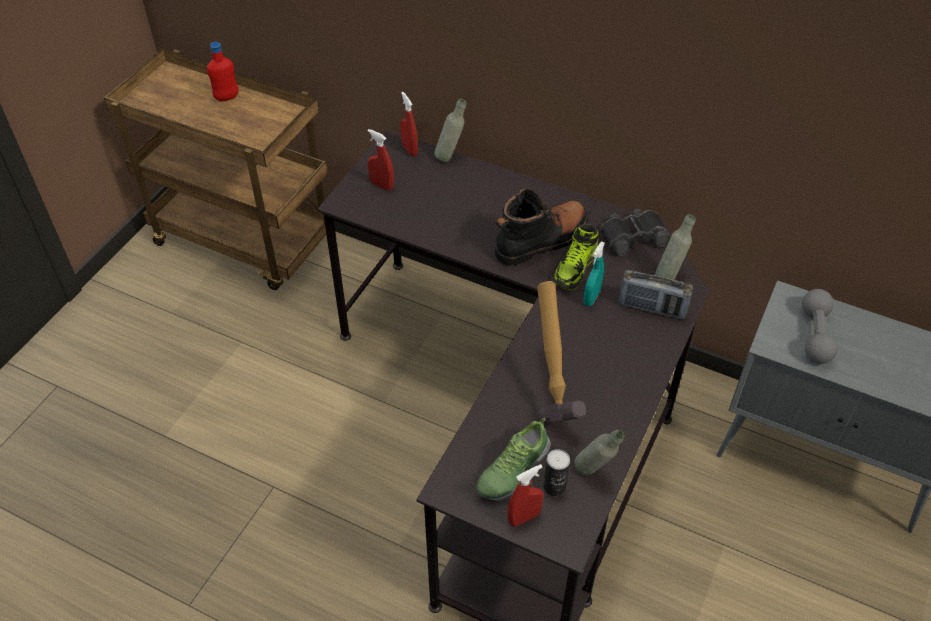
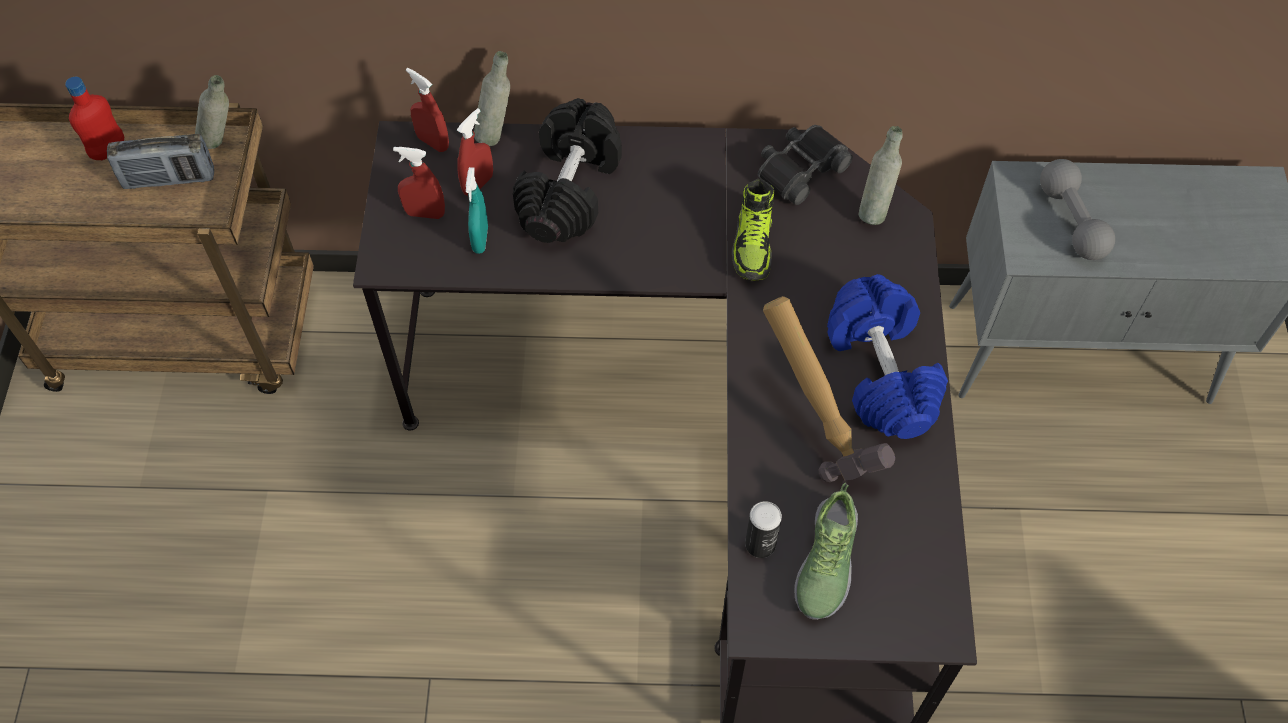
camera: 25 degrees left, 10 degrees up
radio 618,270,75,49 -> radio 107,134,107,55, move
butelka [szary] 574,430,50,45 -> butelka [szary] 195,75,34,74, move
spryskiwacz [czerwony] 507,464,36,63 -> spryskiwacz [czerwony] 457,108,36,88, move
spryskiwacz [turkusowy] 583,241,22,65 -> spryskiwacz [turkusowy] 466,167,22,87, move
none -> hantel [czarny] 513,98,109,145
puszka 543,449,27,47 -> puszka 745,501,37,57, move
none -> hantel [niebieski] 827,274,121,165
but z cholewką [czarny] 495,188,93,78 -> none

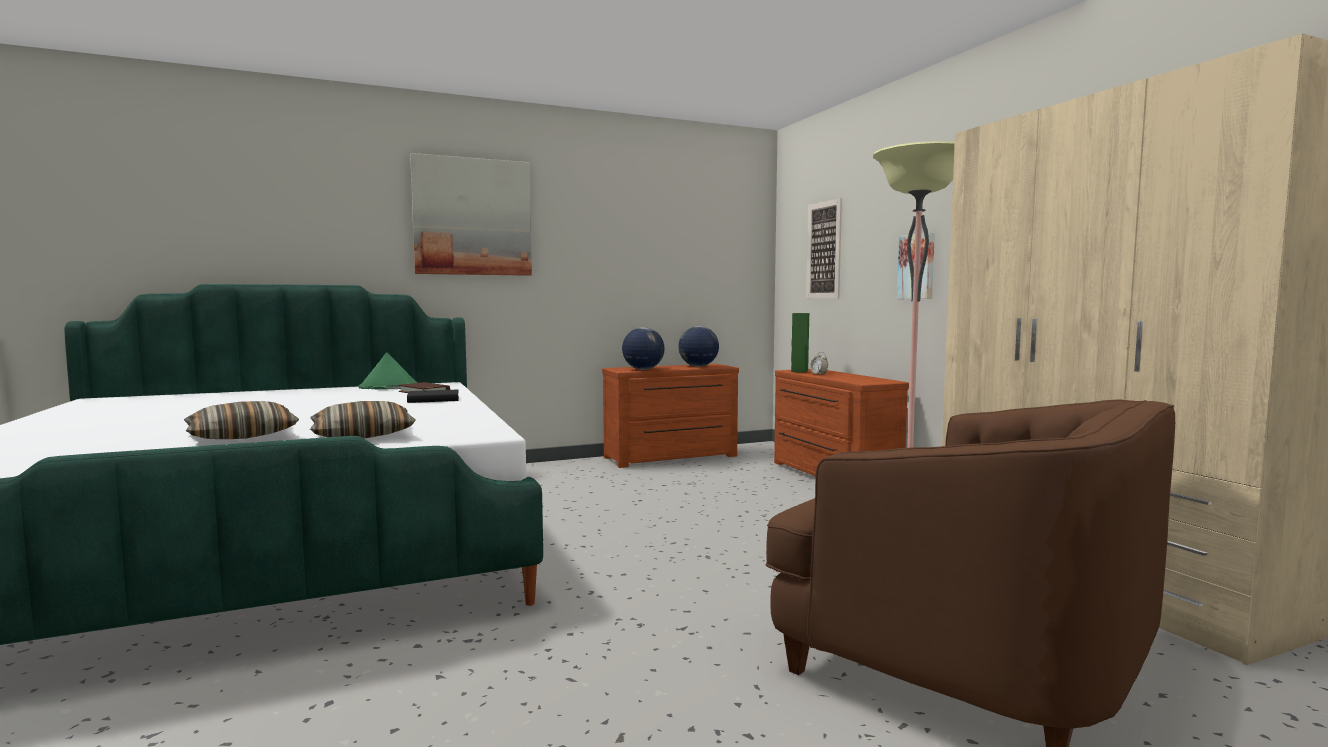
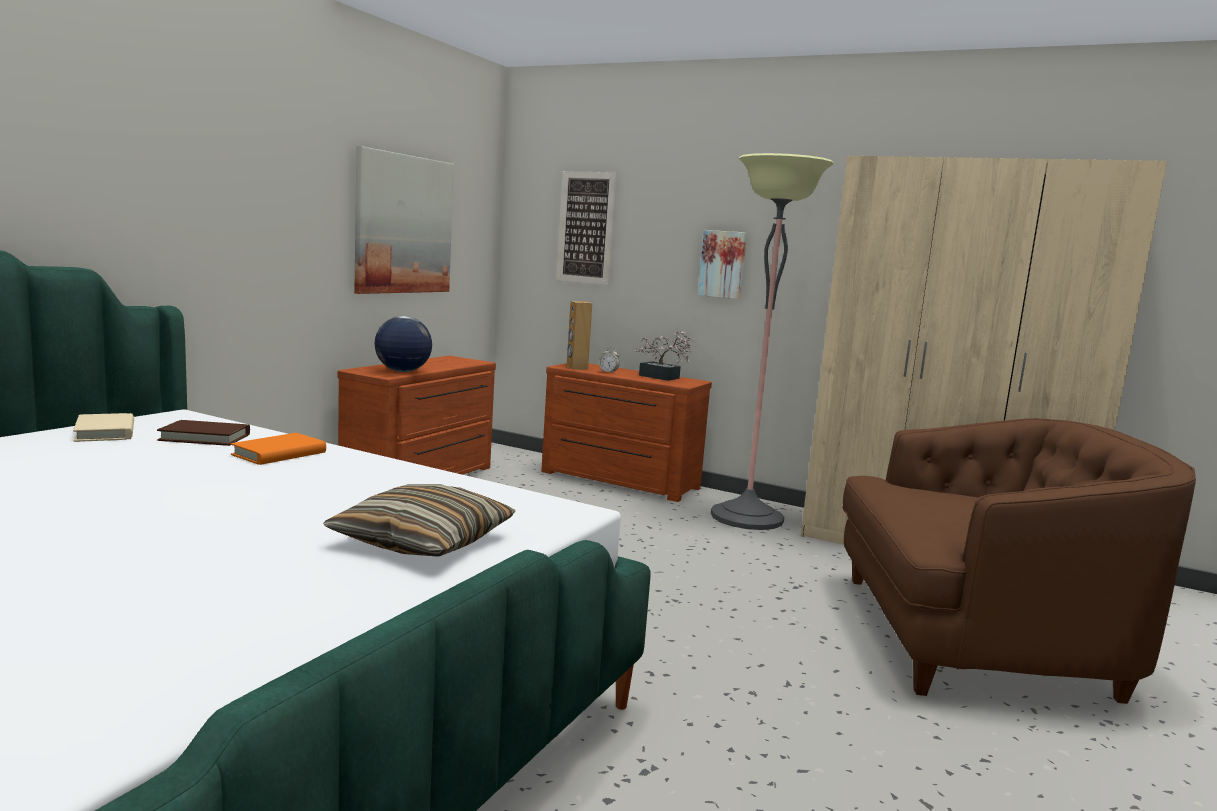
camera: 40 degrees left, 5 degrees up
kapelusz [zielony] 358,352,59,37 -> książka [beżowy] 73,413,61,29
książka [czarny] 407,389,52,14 -> książka [pomarańczowy] 231,433,95,32
obraz 410,153,122,123 -> obraz 354,146,100,148, move
głośnik [zielony] 791,313,18,60 -> głośnik [brązowy] 566,301,26,69
none -> roślina doniczkowa 634,331,61,50
poduszka 184,401,115,38 -> none
globus 678,326,41,41 -> none

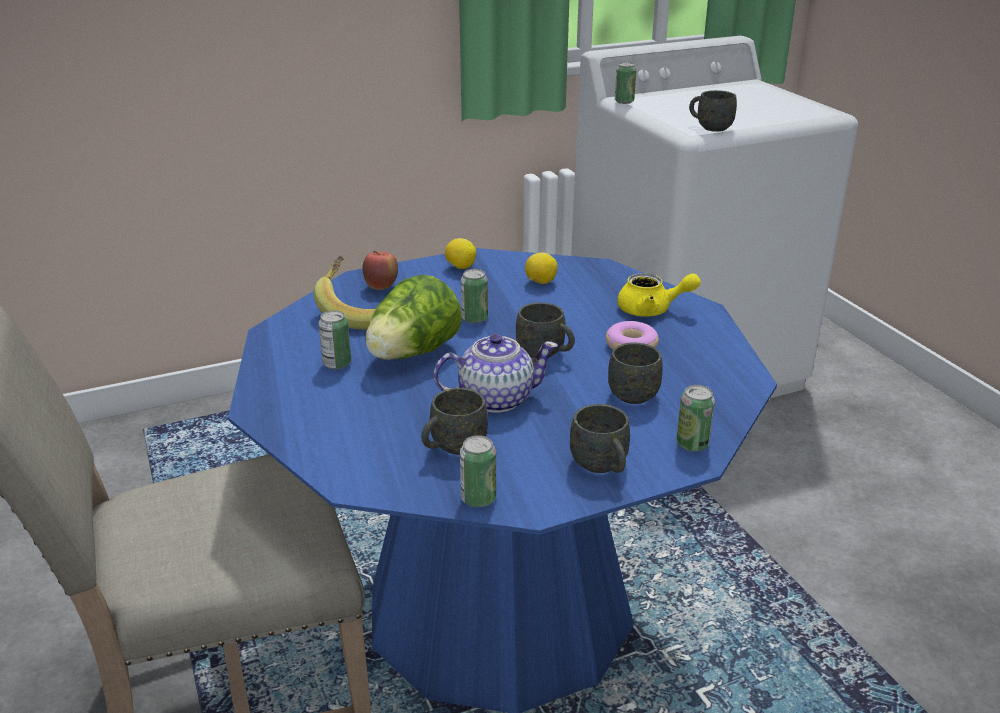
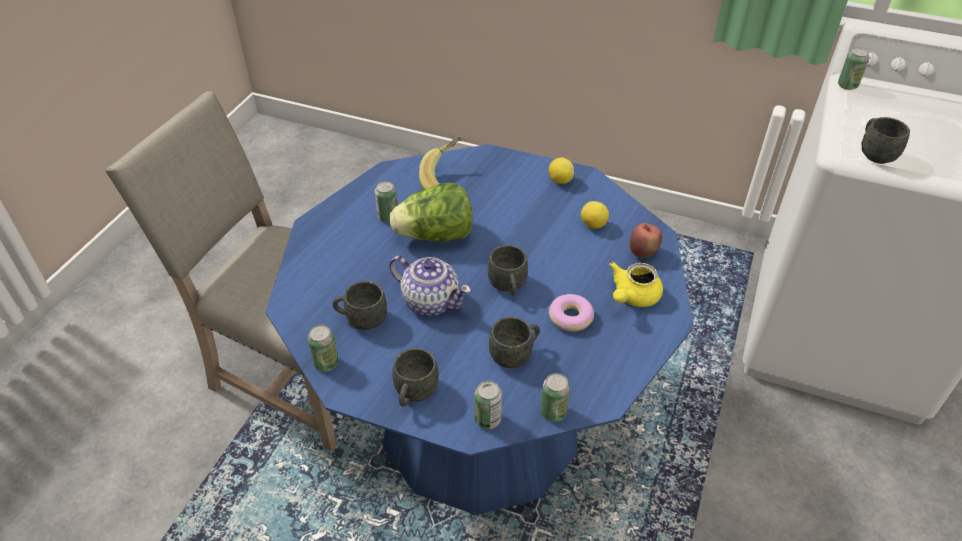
camera: 45 degrees right, 15 degrees up
puszka 461,269,27,55 -> puszka 541,373,29,49, move
imbryk [żółty] 617,273,84,44 -> imbryk [żółty] 609,262,54,45, 75 degrees clockwise
jabłko 363,250,35,40 -> jabłko 630,223,32,34, move

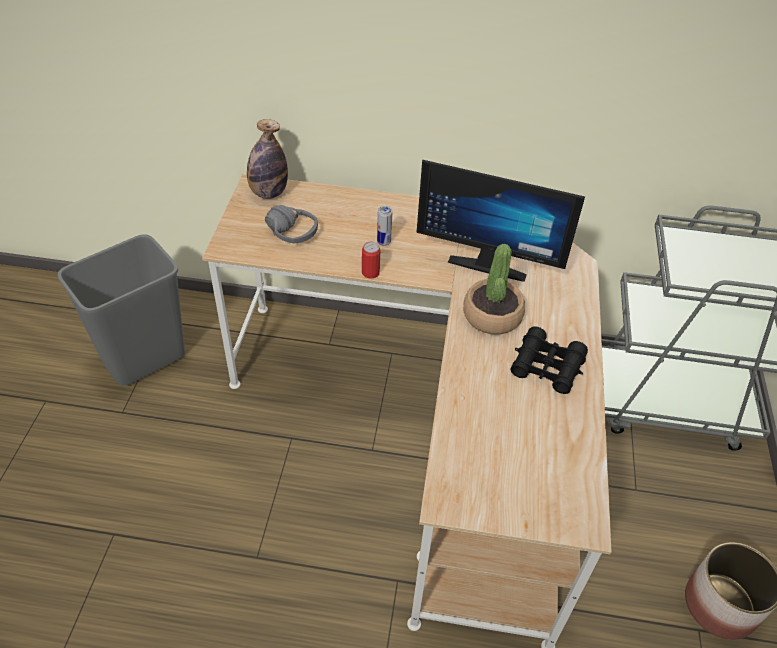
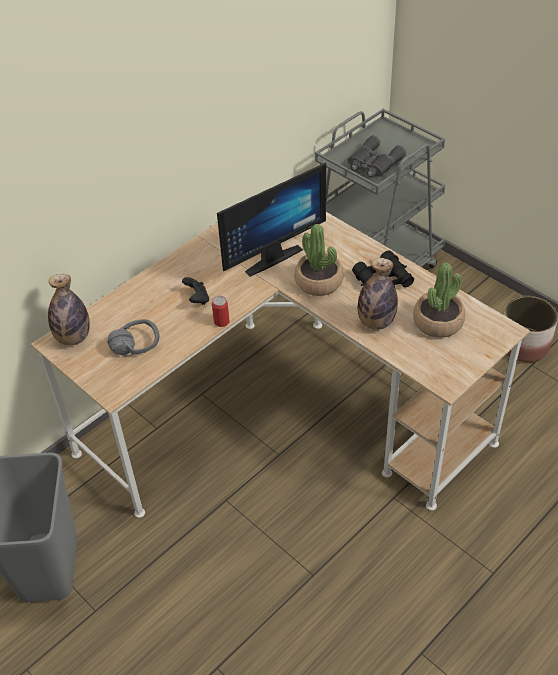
camera: 50 degrees left, 0 degrees up
puszka 377,206,15,40 -> pad do gier [czarny] 182,277,27,28
none -> lornetka [szary] 348,135,58,43
none -> butelka 358,258,40,72
none -> roślina doniczkowa 413,263,52,75

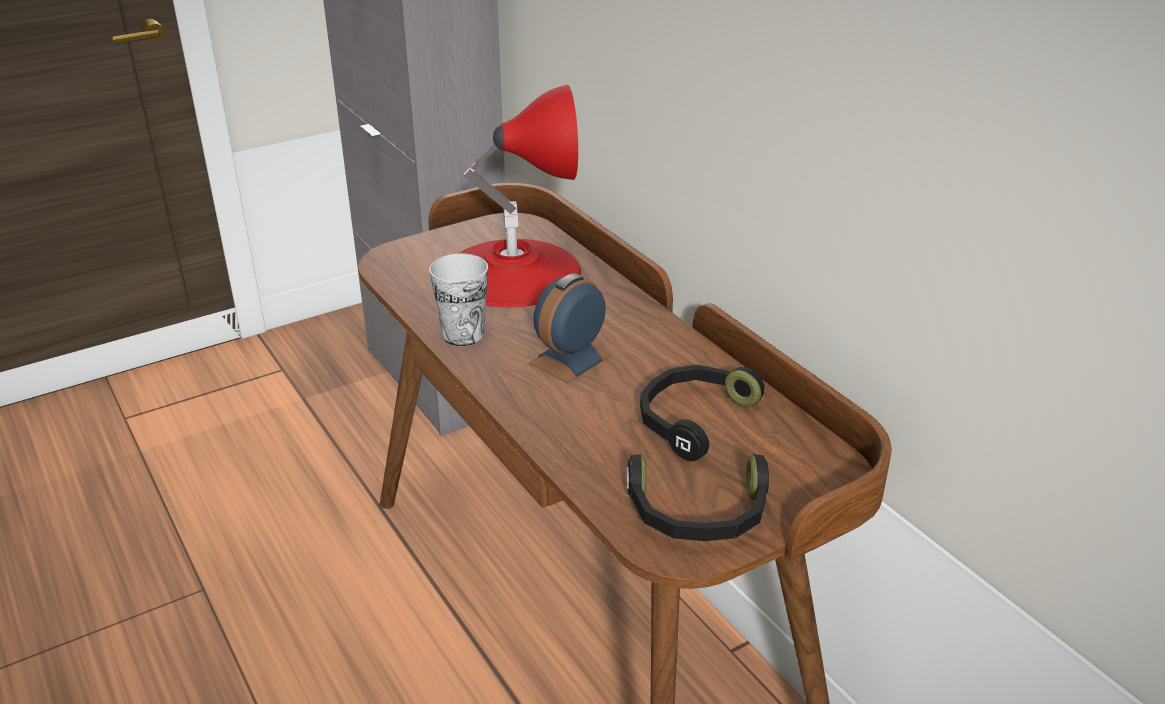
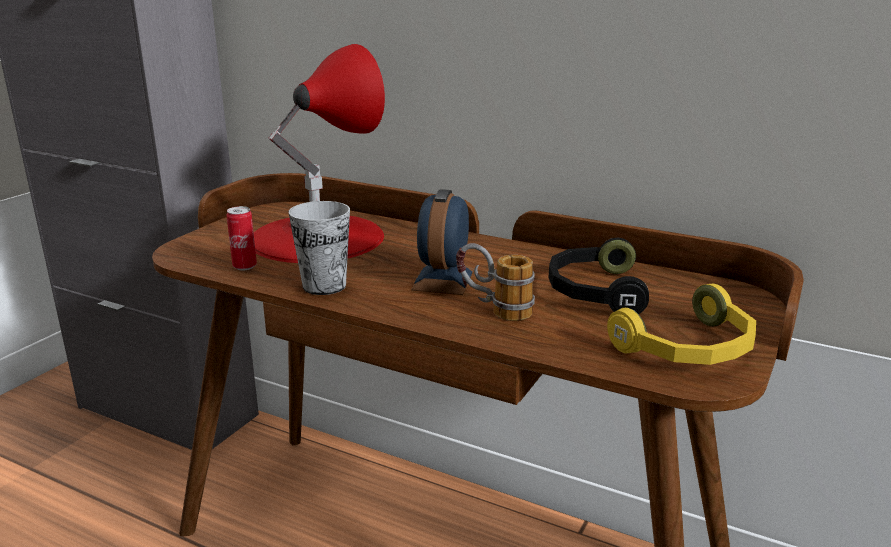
camera: 30 degrees left, 10 degrees down
none -> puszka 227,206,30,65
none -> kubek 456,243,79,78
słuchawki [czarny] 627,454,142,87 -> słuchawki [żółty] 607,284,149,81

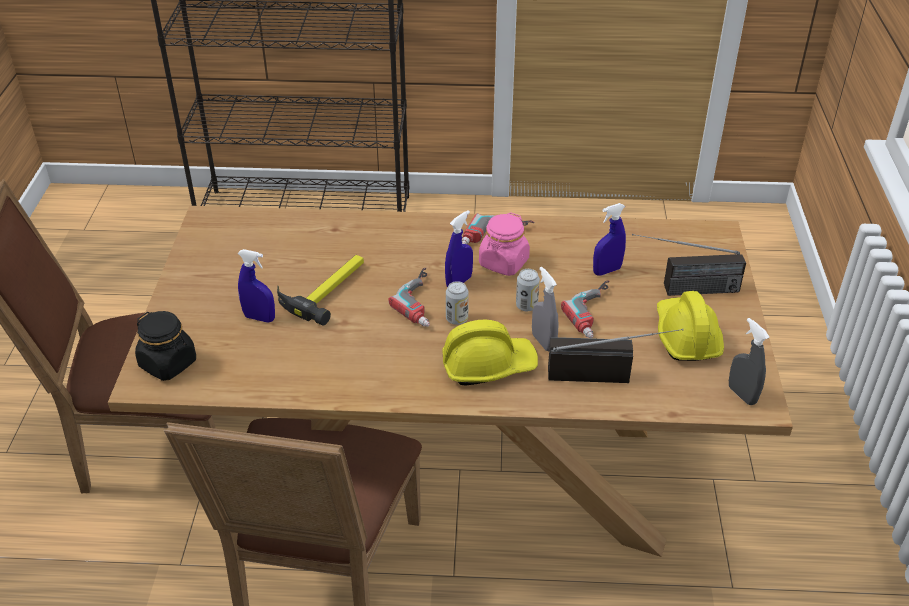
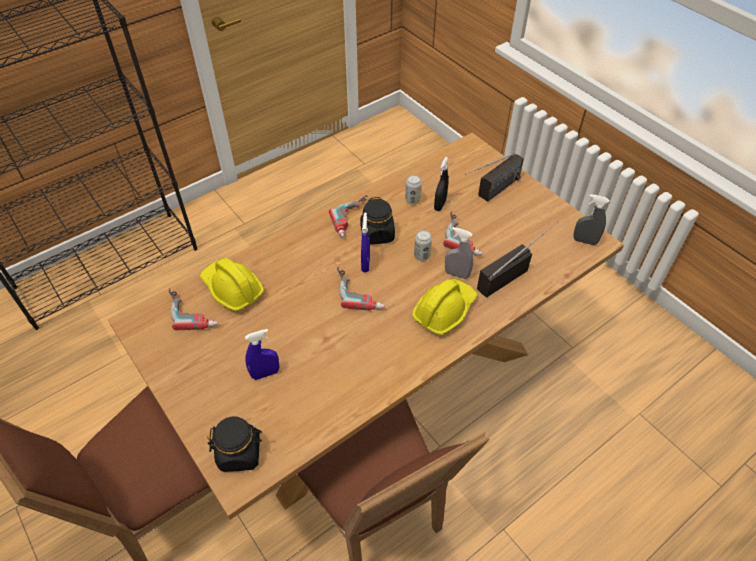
camera: 40 degrees left, 10 degrees up
none -> wiertarka 169,288,49,42
kask [żółty] 657,291,67,70 -> kask [żółty] 200,258,64,53, move
słoik [różowy] 479,212,51,64 -> słoik [czarny] 360,197,35,48
puszka 446,281,23,44 -> puszka 405,175,17,29, move
spryskiwacz [niebieski] 593,203,33,73 -> spryskiwacz [czarny] 434,157,15,54
młotek 277,255,87,71 -> none

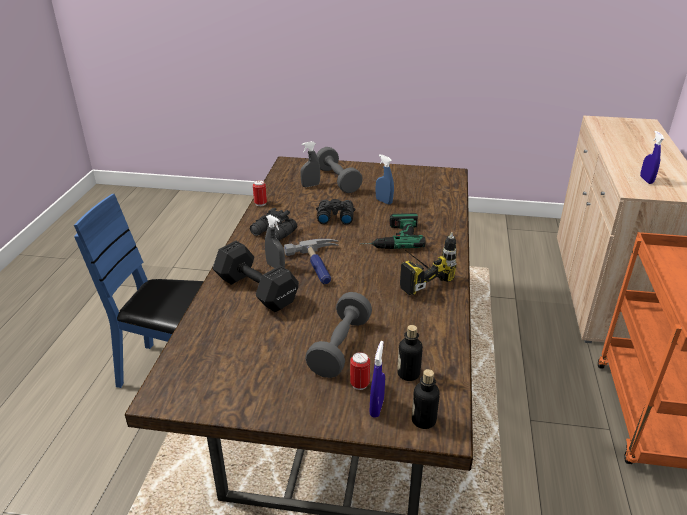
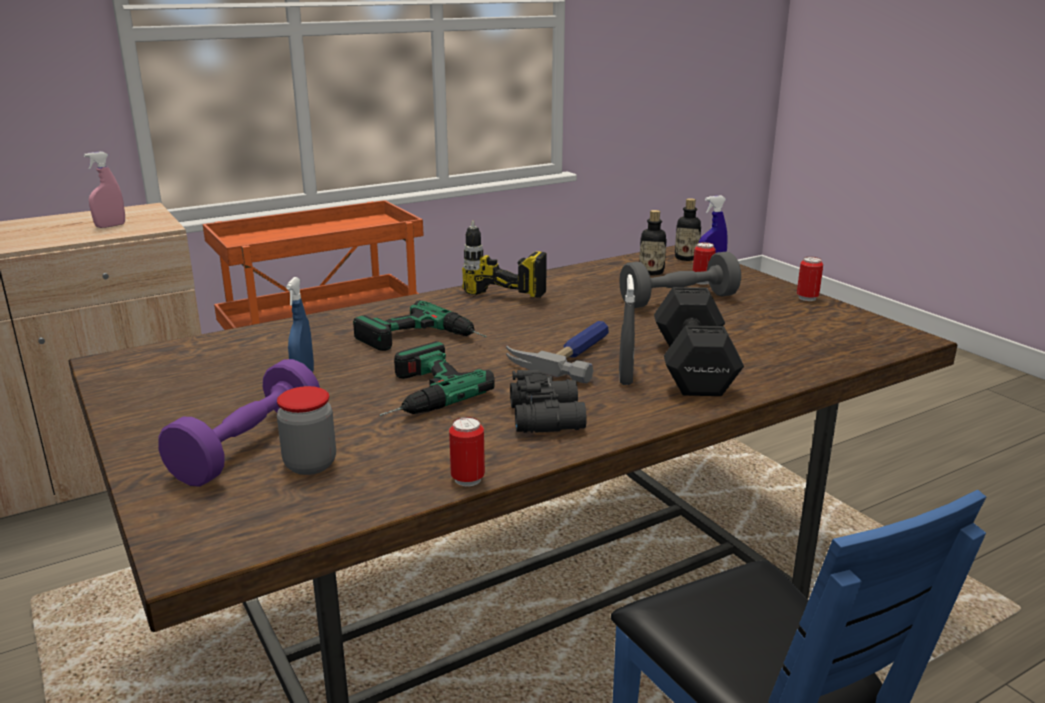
camera: 130 degrees left, 10 degrees down
spryskiwacz [niebieski] 640,131,24,53 -> spryskiwacz [różowy] 84,151,41,77
hantel [szary] 316,147,47,46 -> hantel [fioletowy] 158,359,162,128
spryskiwacz [szary] 301,141,19,46 -> słoik 277,386,59,89
lornetka [czarny] 316,199,40,26 -> wiertarka 380,341,115,75
none -> puszka 797,257,26,44

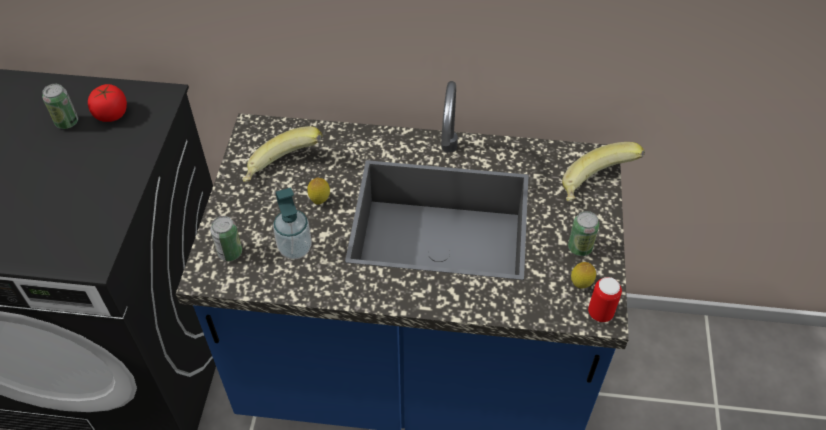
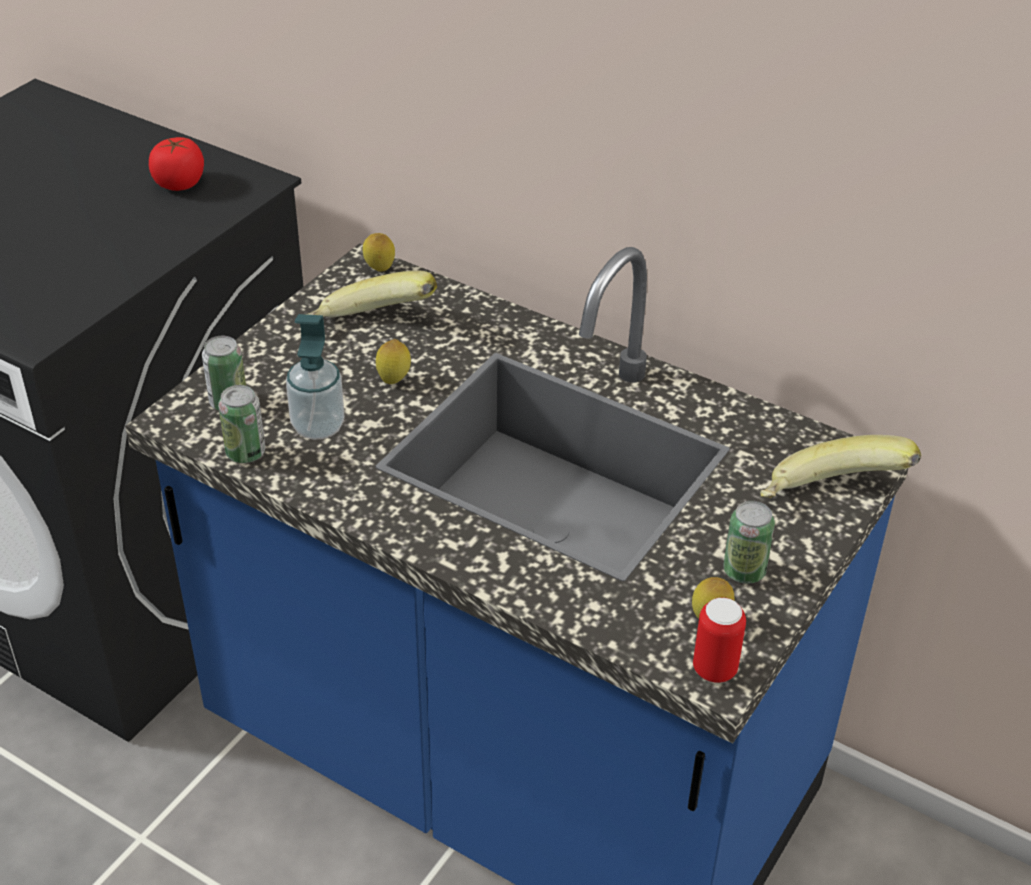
camera: 25 degrees right, 10 degrees down
puszka 42,84,36,45 -> puszka 218,385,47,78, move
none -> cytryna 363,233,32,39

